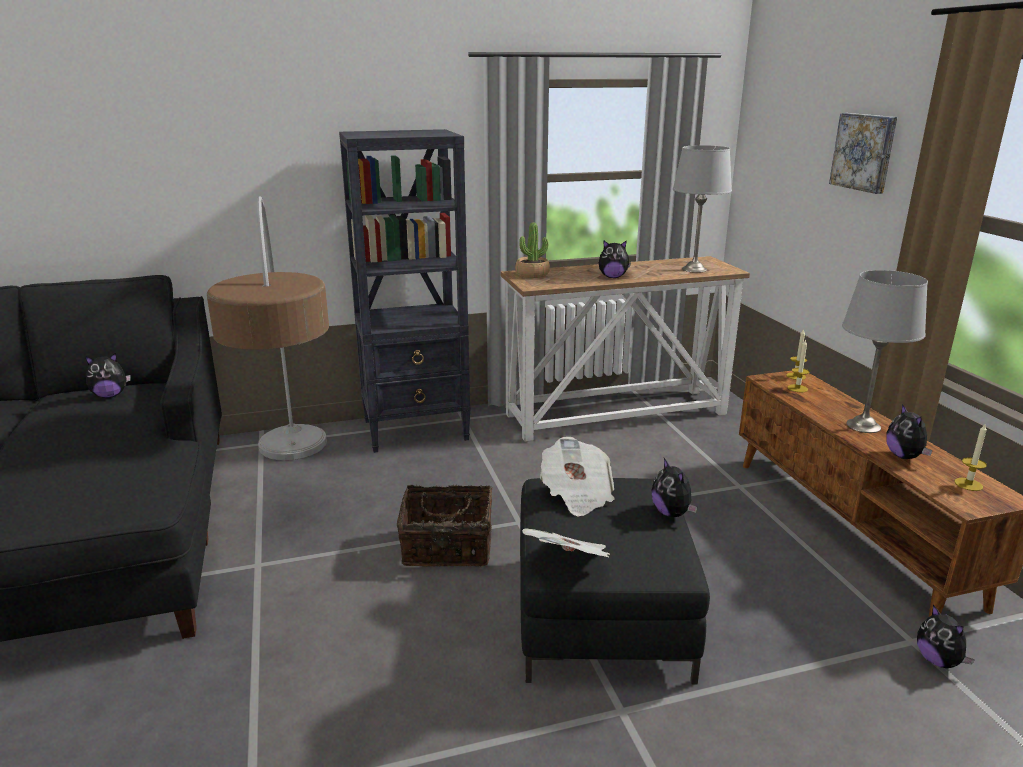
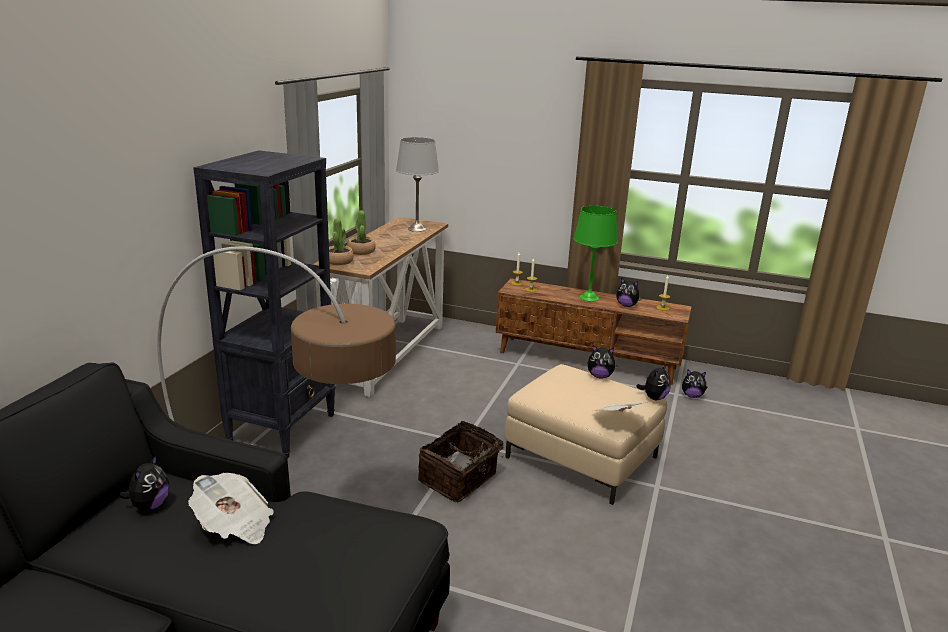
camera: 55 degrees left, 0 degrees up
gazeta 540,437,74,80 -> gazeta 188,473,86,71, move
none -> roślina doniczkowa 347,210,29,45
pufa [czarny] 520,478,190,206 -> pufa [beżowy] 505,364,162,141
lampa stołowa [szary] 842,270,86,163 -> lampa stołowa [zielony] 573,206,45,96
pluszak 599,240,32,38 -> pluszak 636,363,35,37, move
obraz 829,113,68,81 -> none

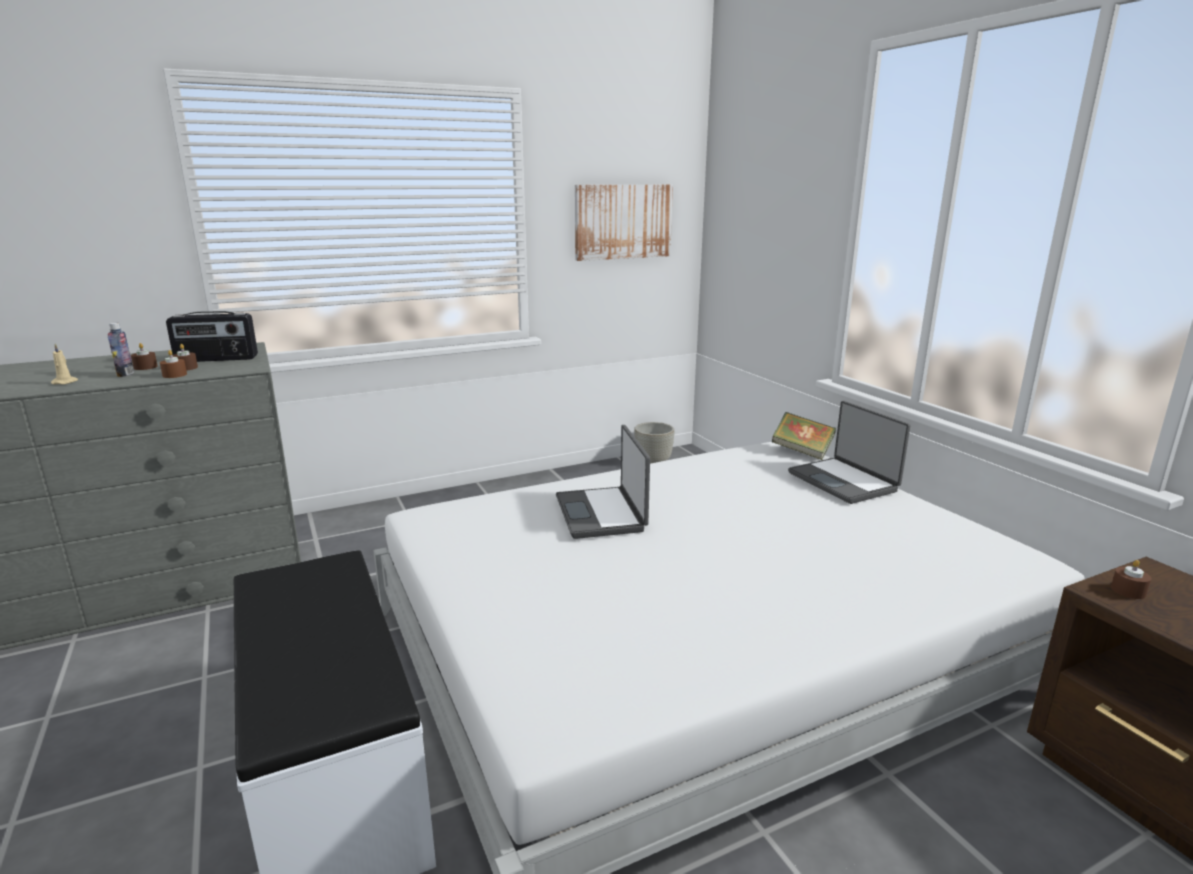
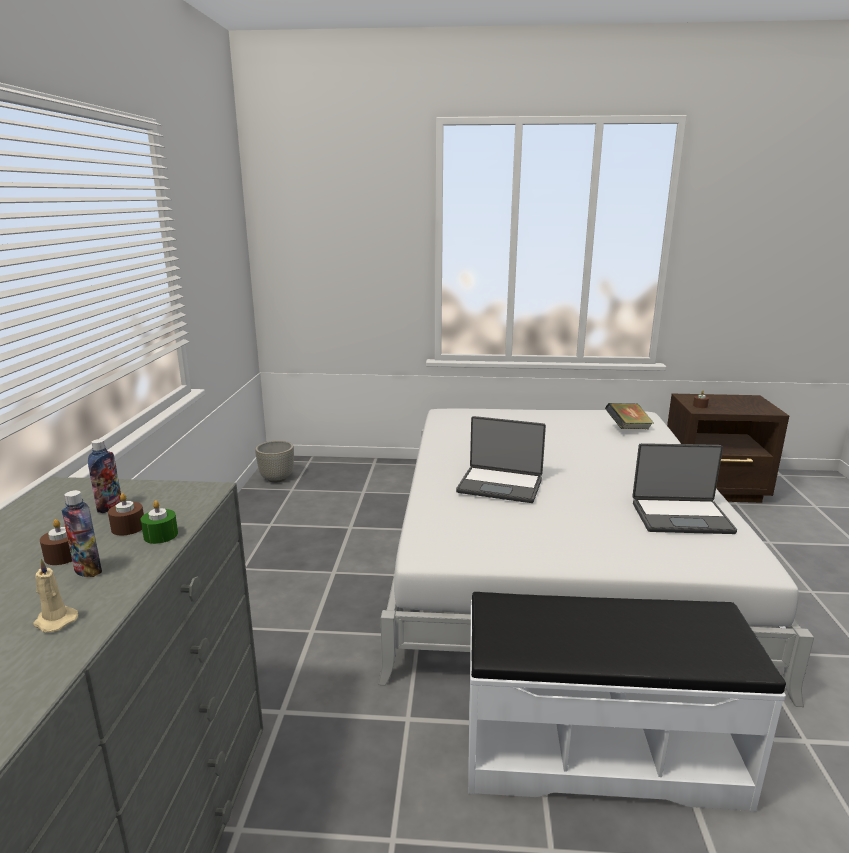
camera: 60 degrees left, 0 degrees up
radio 166,311,92,51 -> butelka 88,439,34,74
świeca [brązowy] 160,350,27,28 -> świeca [zielony] 141,500,37,44
książka 772,412,64,48 -> książka 605,403,49,26, move
laptop 788,401,122,103 -> laptop 632,443,105,91, move
obraz 575,185,98,76 -> none

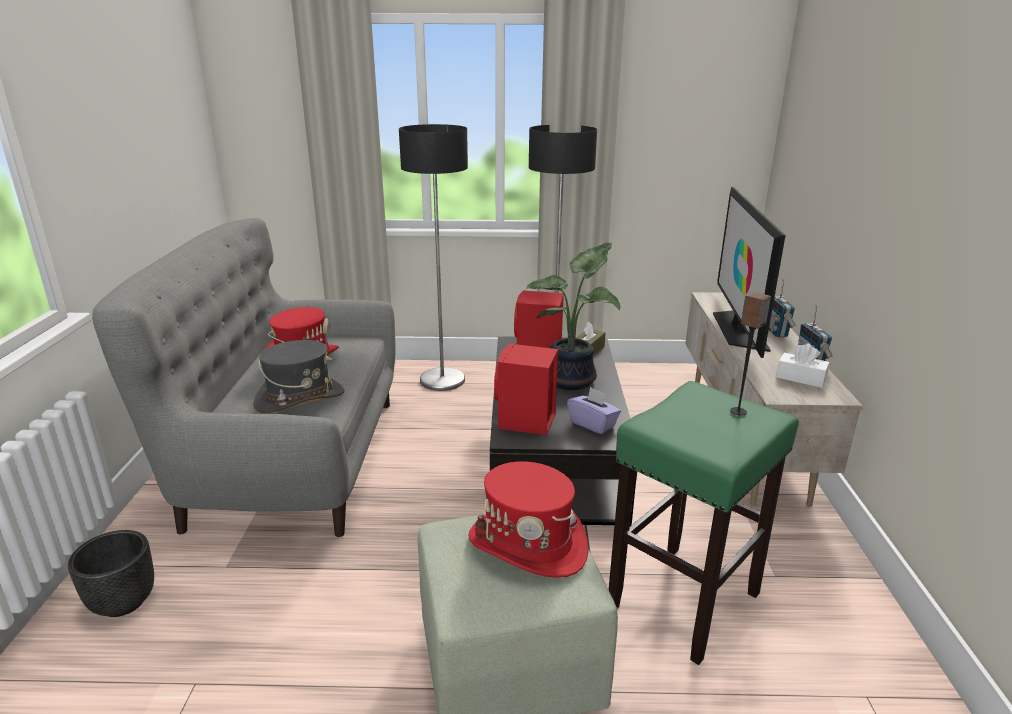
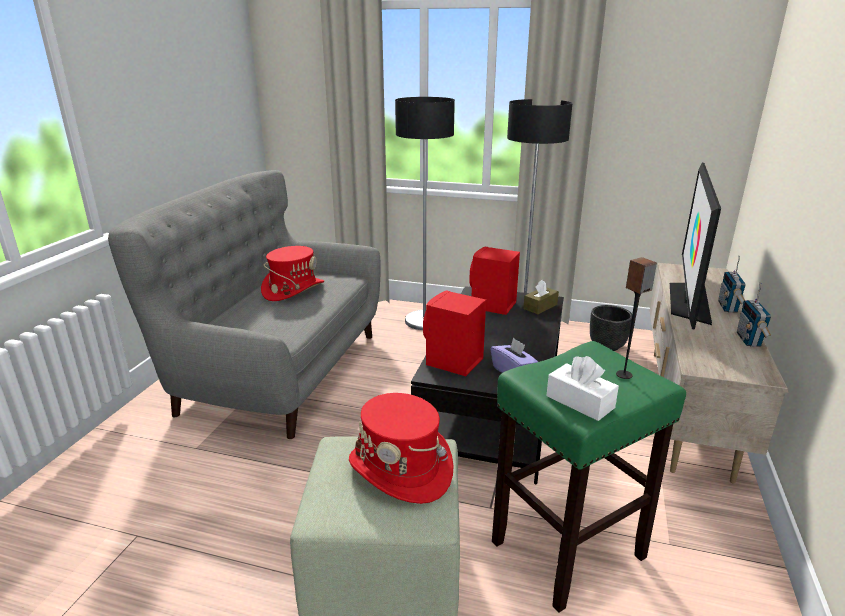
camera: 15 degrees right, 0 degrees up
pudełko chusteczek [biały] 776,344,54,44 -> pudełko chusteczek [biały] 546,356,73,65, move
donica [czarny] 68,530,86,87 -> donica [czarny] 590,305,42,46, move
kapelusz [szary] 253,340,91,73 -> none
roślina doniczkowa 526,242,94,148 -> none

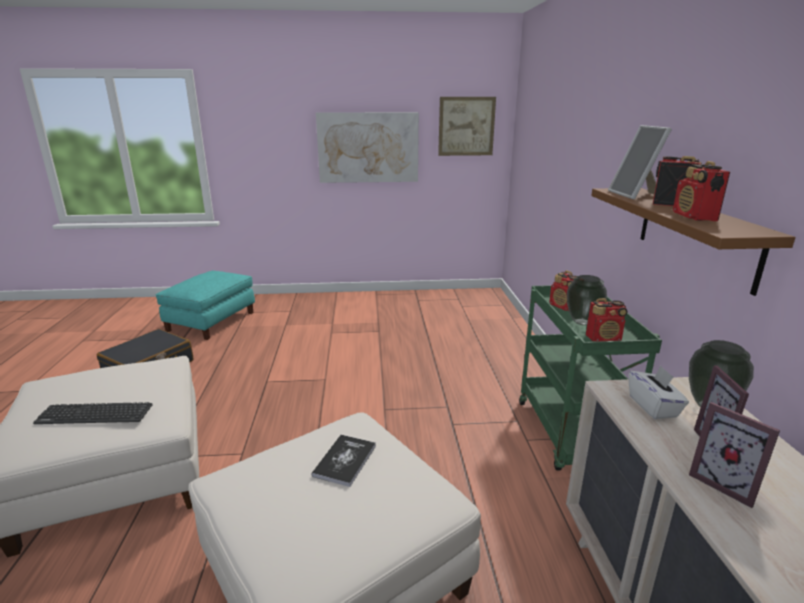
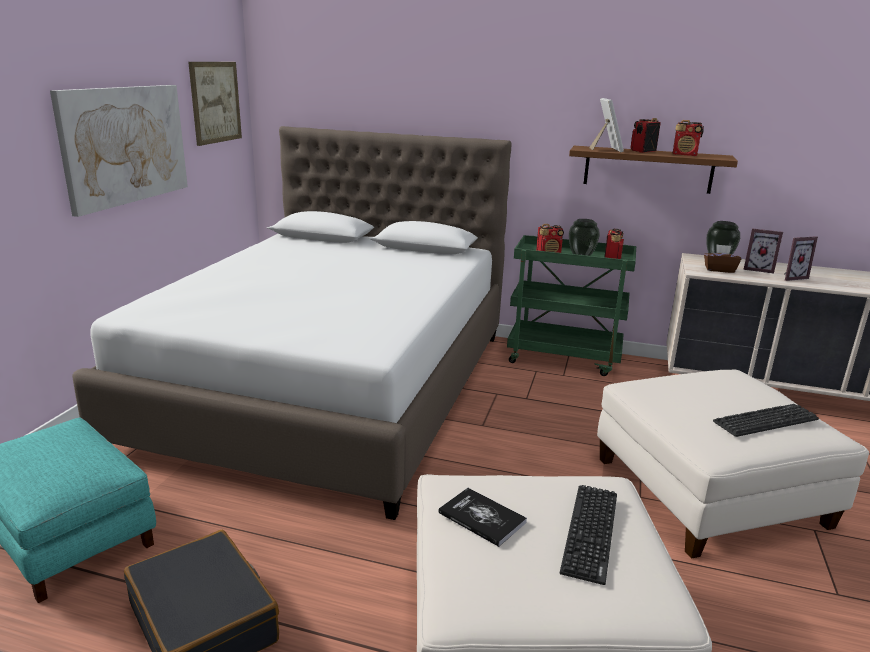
camera: 70 degrees left, 0 degrees up
none -> łóżko [biały] 72,126,439,394
książka 312,435,64,52 -> książka 438,488,89,59, move
ramka na zdjęcie 608,125,64,74 -> ramka na zdjęcie 589,98,35,54, 105 degrees counterclockwise
pudełko chusteczek [biały] 629,366,60,53 -> pudełko chusteczek [brązowy] 704,244,38,29
none -> klawiatura 713,404,106,33

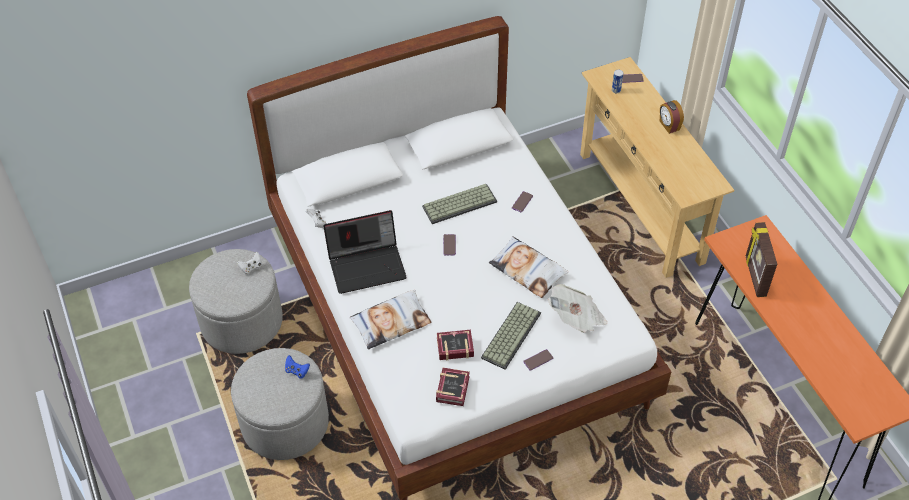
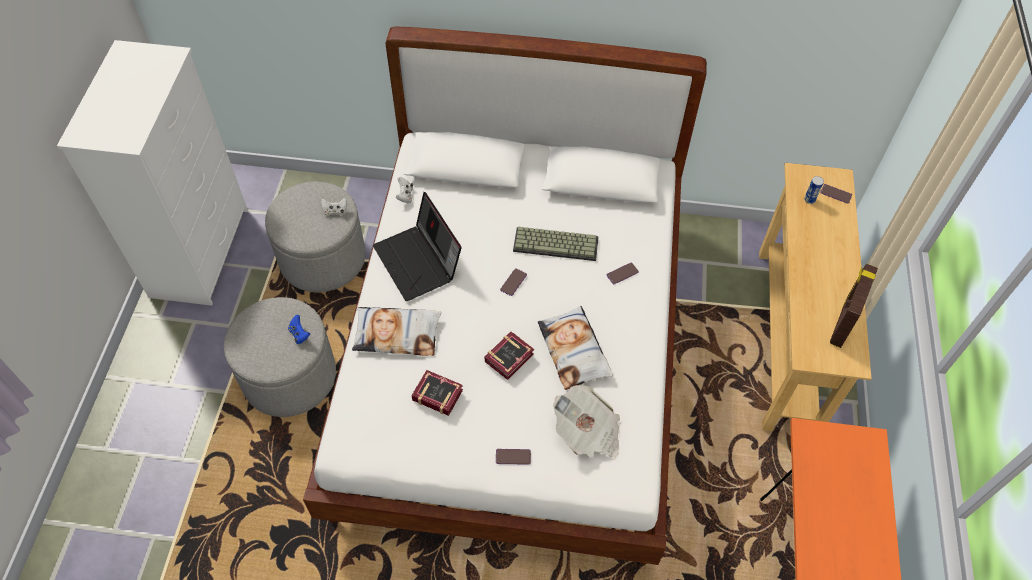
camera: 30 degrees right, 5 degrees up
none -> komoda [biały] 57,40,191,266
laptop 323,210,84,84 -> laptop 373,192,89,109, 45 degrees clockwise
książka 436,368,34,38 -> książka 485,331,49,49, move
ramka na zdjęcie 746,222,31,75 -> ramka na zdjęcie 830,264,48,84, move
klawiatura 481,302,60,68 -> none
budzik 660,100,24,33 -> none

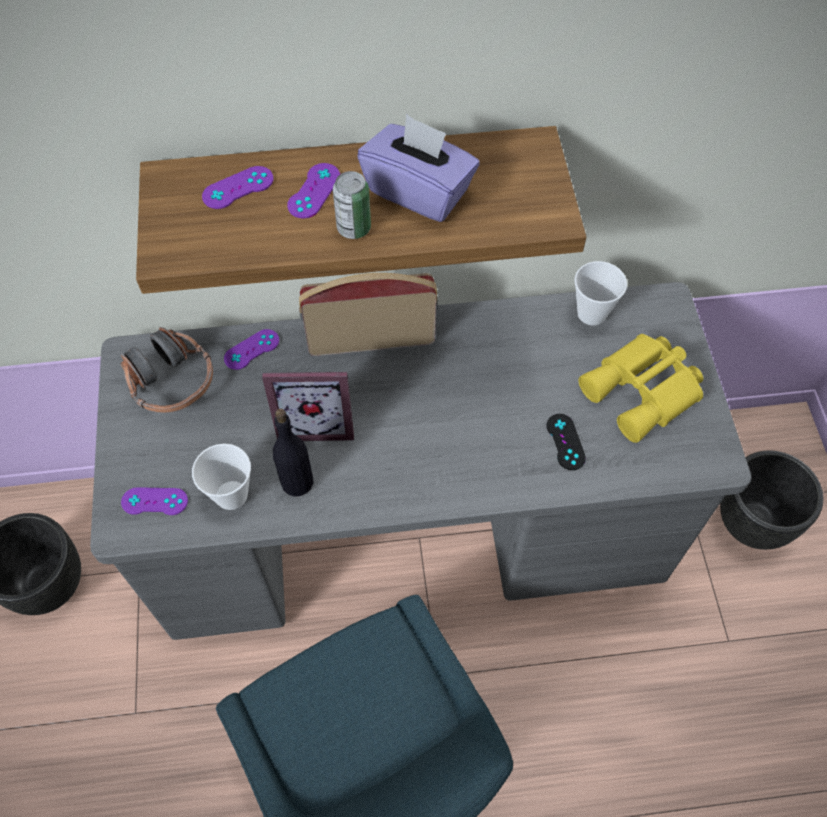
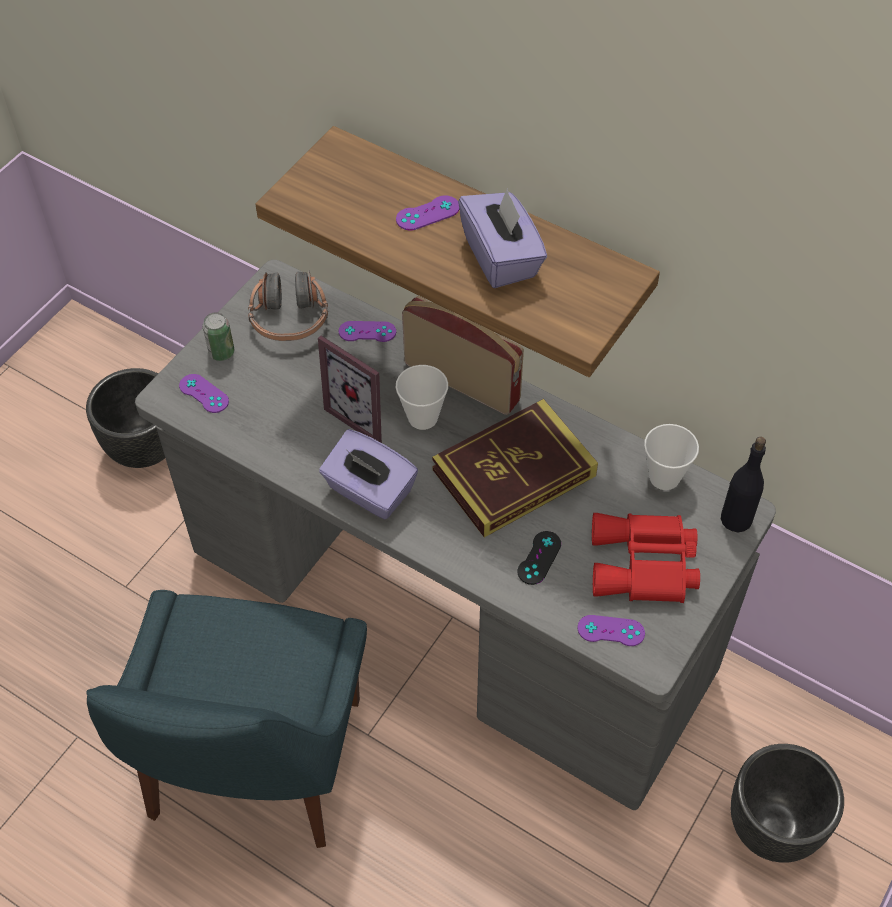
camera: 40 degrees right, 5 degrees down
puszka 333,171,38,68 -> puszka 203,312,31,49, move
none -> pudełko chusteczek [fioletowy] 319,429,99,91
filiżanka 192,443,59,67 -> filiżanka 396,365,52,65, move
none -> książka 432,399,166,138
pad do gier [fioletowy] 202,166,72,43 -> pad do gier [fioletowy] 578,615,67,31, move
lornetka [żółty] 578,334,125,109 -> lornetka [czerwony] 592,513,108,90
butelka [czarny] 273,409,40,88 -> butelka [czarny] 721,437,45,95, move

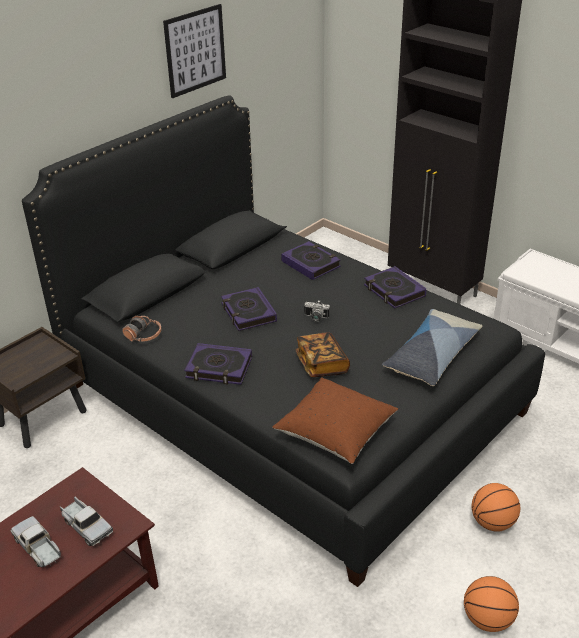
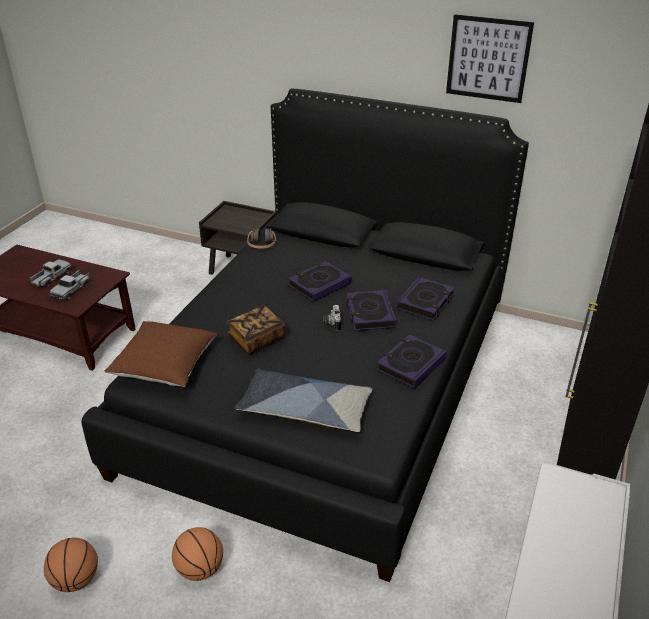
camera: 70 degrees right, 0 degrees up
książka 184,343,68,42 -> książka 346,290,50,41, move

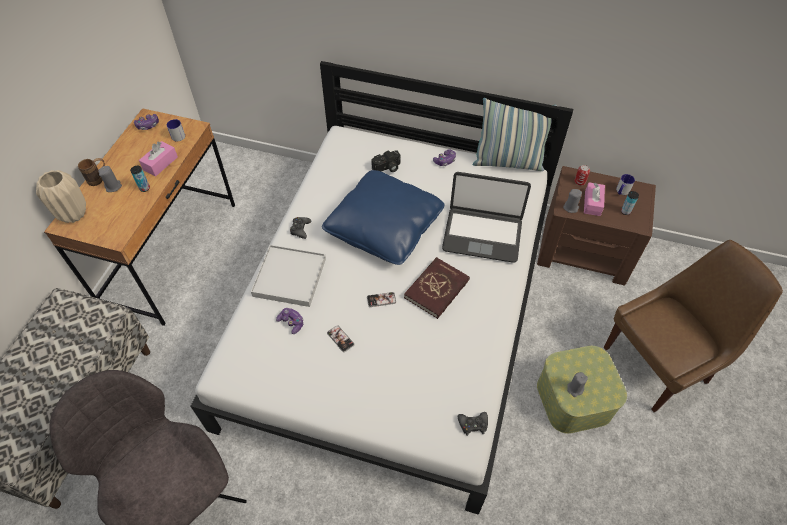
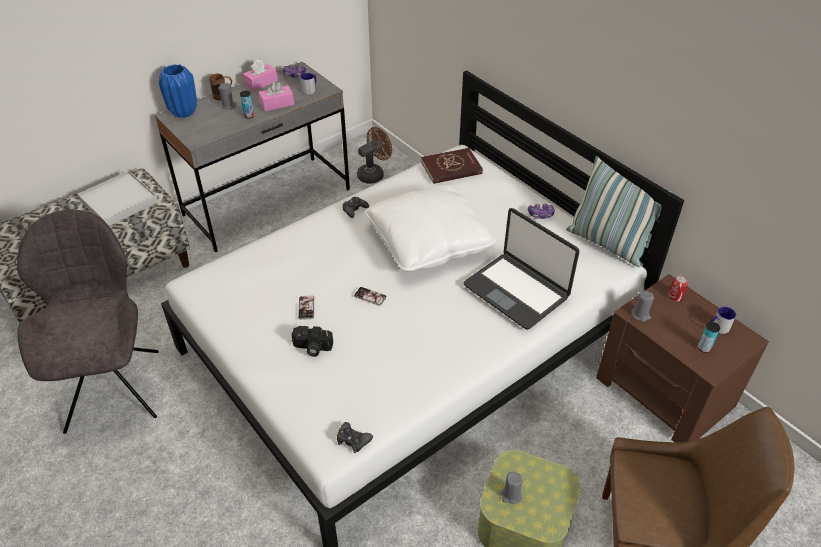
camera: 35 degrees right, 10 degrees down
taca [biały] 251,245,75,62 -> taca [biały] 78,171,80,55, move
biurko [brązowy] 44,108,191,218 -> biurko [szary] 155,62,195,190
wazon [beżowy] 36,170,50,53 -> wazon [niebieski] 158,64,39,54
pudełko chusteczek [różowy] 584,182,21,34 -> pudełko chusteczek [różowy] 243,59,35,32, move
aparat fotograficzny 371,150,30,22 -> aparat fotograficzny 291,326,42,31, move
none -> wentylator [brązowy] 357,127,35,57
poduszka [niebieski] 322,170,122,95 -> poduszka [biały] 365,184,131,88
książka [czerwony] 404,257,66,62 -> książka [czerwony] 421,148,62,36, move
pad do gier 276,308,27,26 -> none

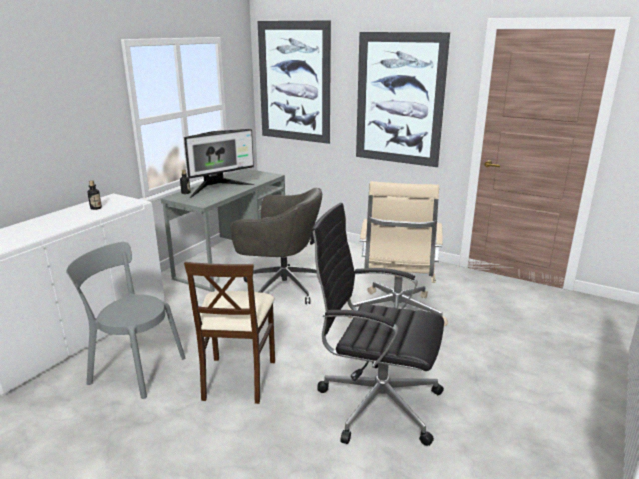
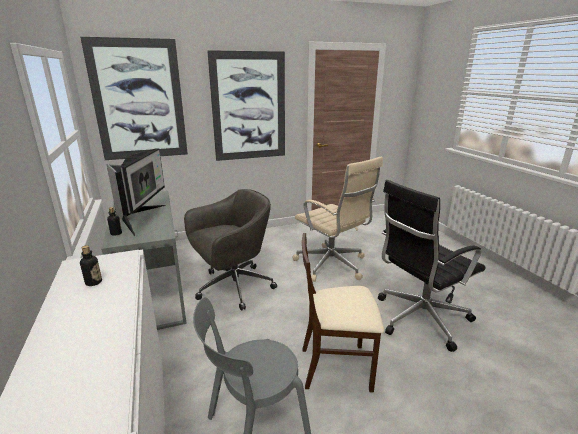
camera: 50 degrees left, 0 degrees up
krzesło [beżowy] 184,262,91,142 -> krzesło [beżowy] 302,233,82,160, 135 degrees clockwise

